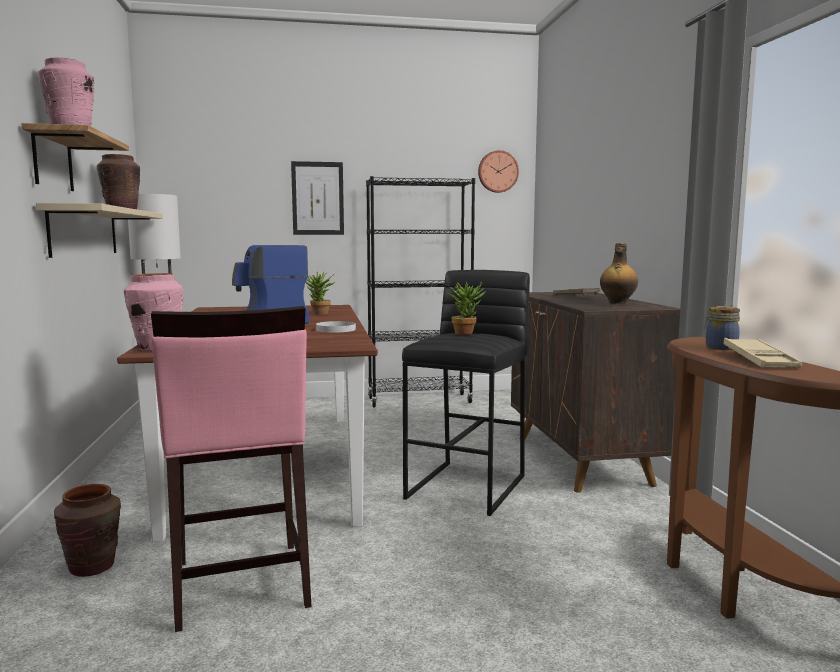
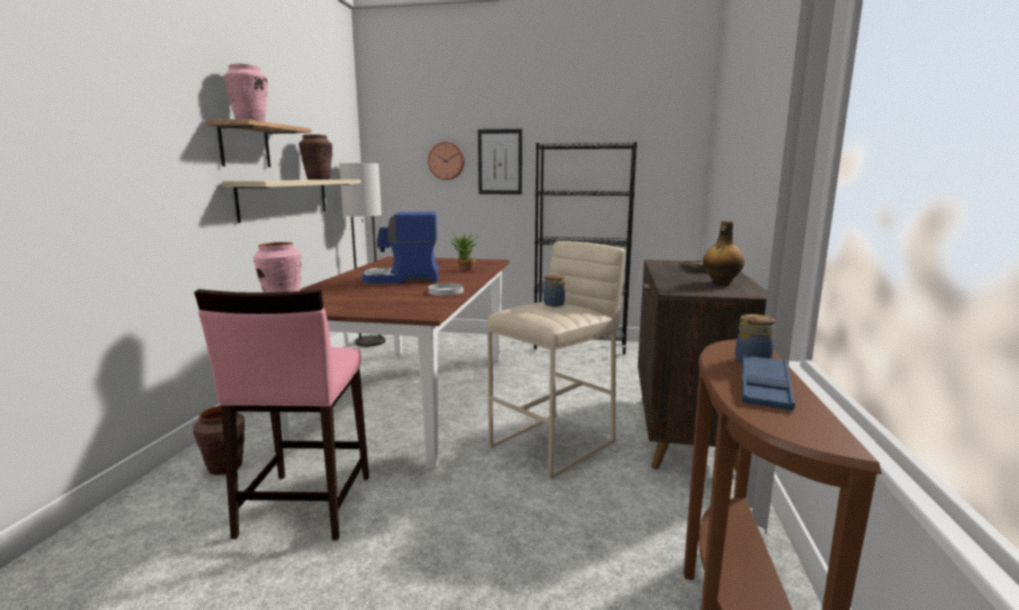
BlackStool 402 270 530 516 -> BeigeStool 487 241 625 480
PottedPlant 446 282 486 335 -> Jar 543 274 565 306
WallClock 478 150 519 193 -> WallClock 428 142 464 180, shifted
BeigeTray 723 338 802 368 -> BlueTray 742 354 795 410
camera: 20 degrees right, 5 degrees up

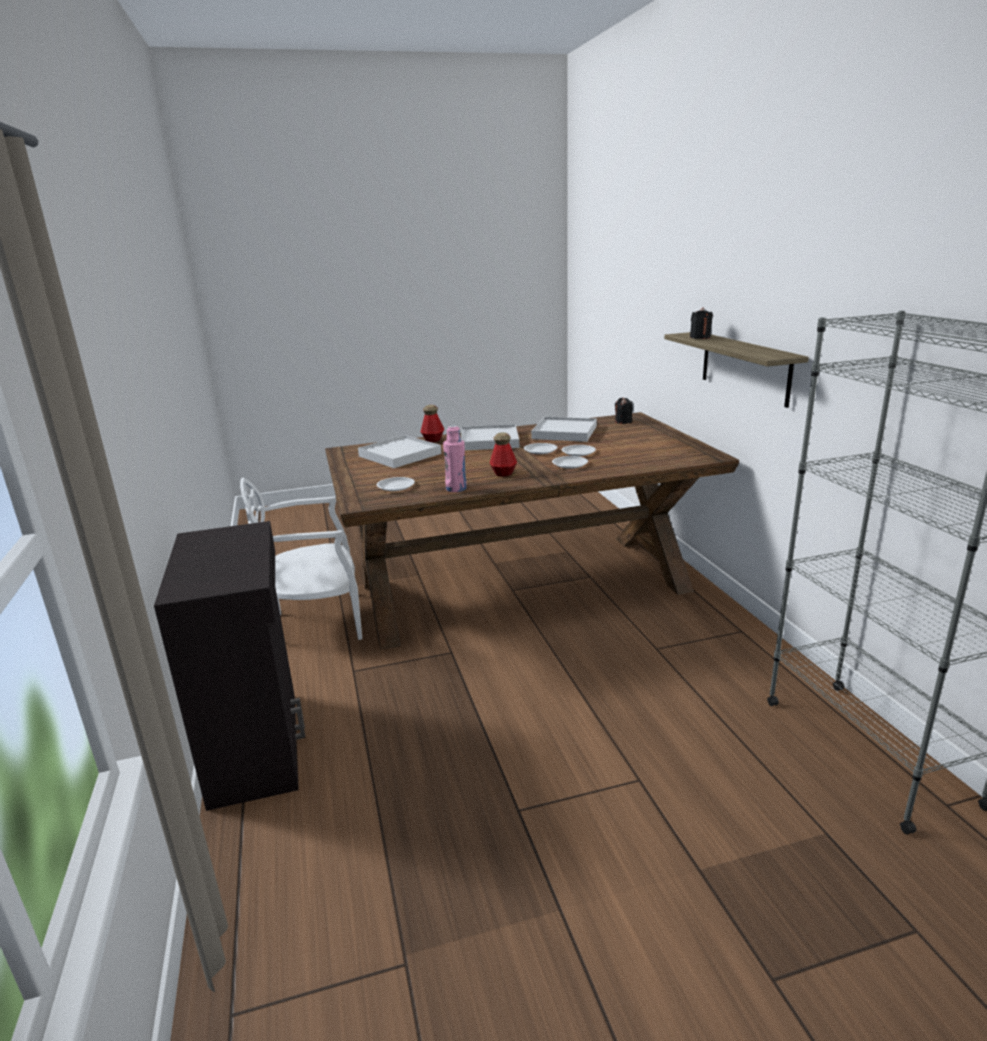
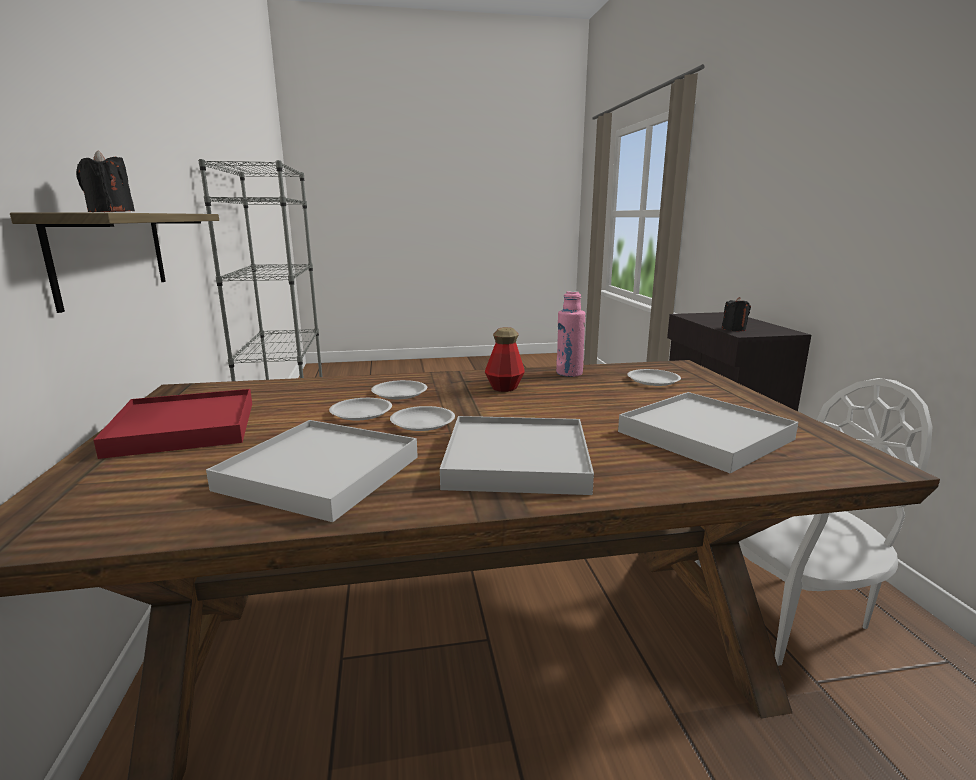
Bottle 420 405 444 443 -> none
BlackCandle 615 398 633 424 -> BlackCandle 722 297 751 331, shifted
none -> RedTray 94 389 252 459
camera: 175 degrees left, 5 degrees down

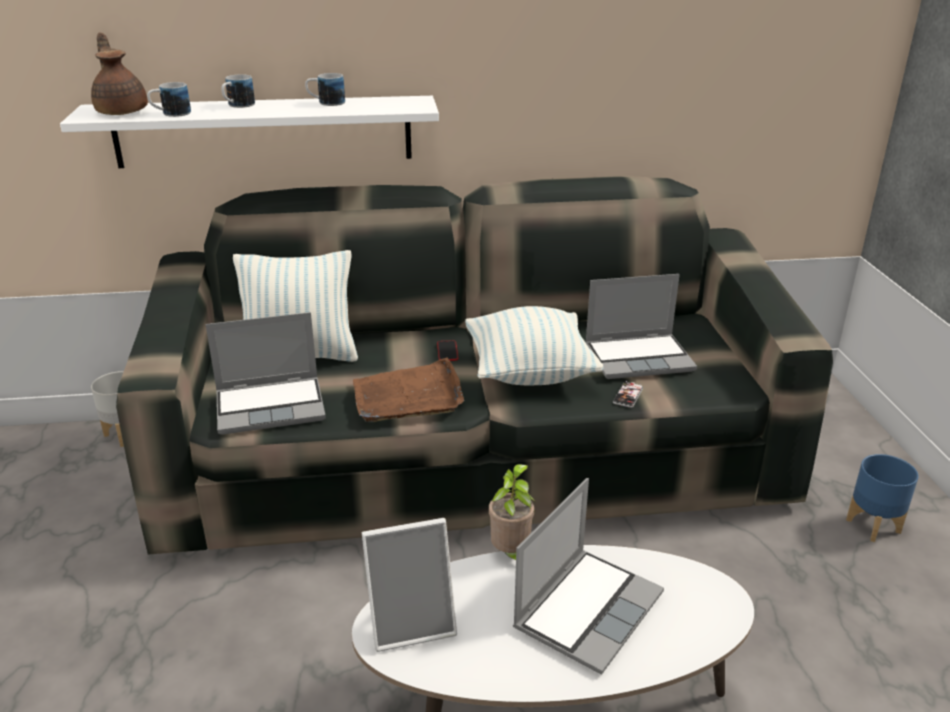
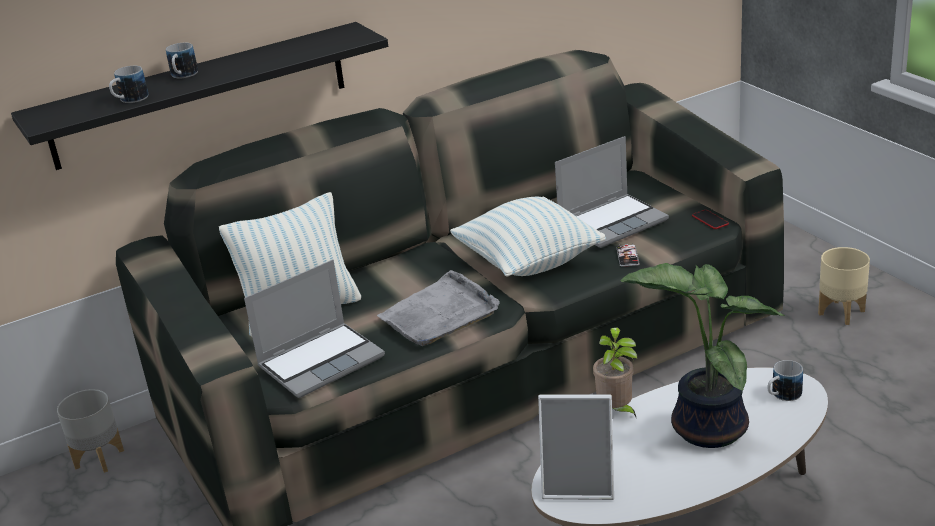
WhiteShelf 60 96 439 168 -> BlackShelf 11 22 388 170
BrownTeapot 91 33 148 115 -> none
Mug 305 73 345 106 -> Mug 768 360 803 401, shifted
BrownTray 353 358 464 422 -> GreyTray 377 270 500 346
PictureFrame 362 518 457 652 -> PictureFrame 538 394 614 500, 45 degrees clockwise
Phone 437 340 459 361 -> Phone 692 210 729 229, shifted
Laptop 513 478 664 675 -> PottedPlant 620 263 785 448
BluePlanter 846 454 919 542 -> BeigePlanter 818 247 870 325
camera: 20 degrees left, 0 degrees up

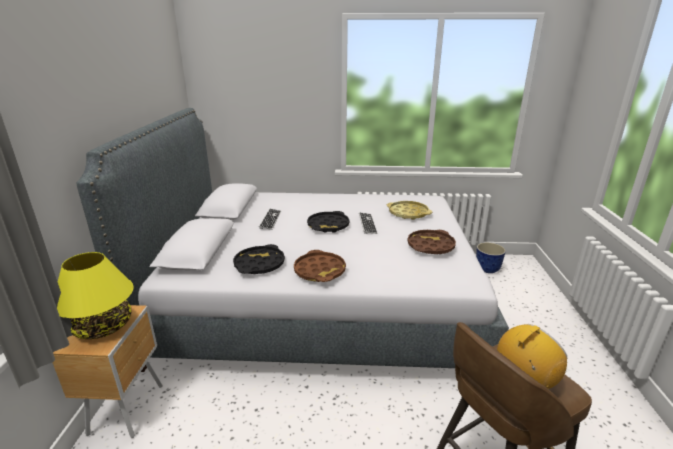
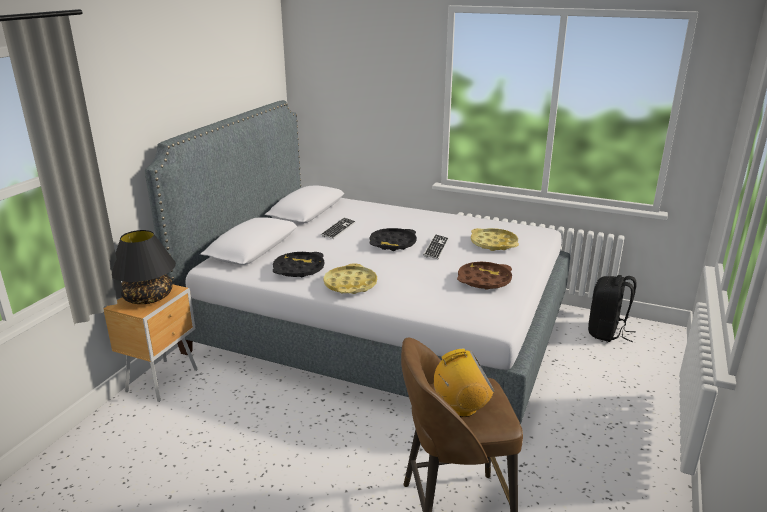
YellowTableLamp 57 252 134 339 -> BlackTableLamp 112 230 176 304
BrownTray 294 250 346 282 -> YellowTray 324 264 377 294
Planter 476 242 506 273 -> BlackBackpack 588 275 637 342
camera: 20 degrees right, 0 degrees up

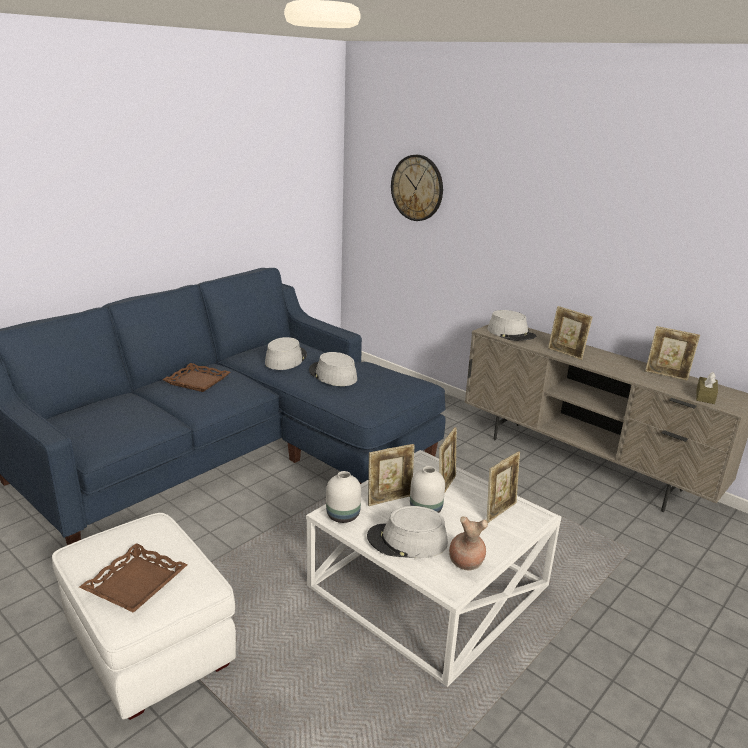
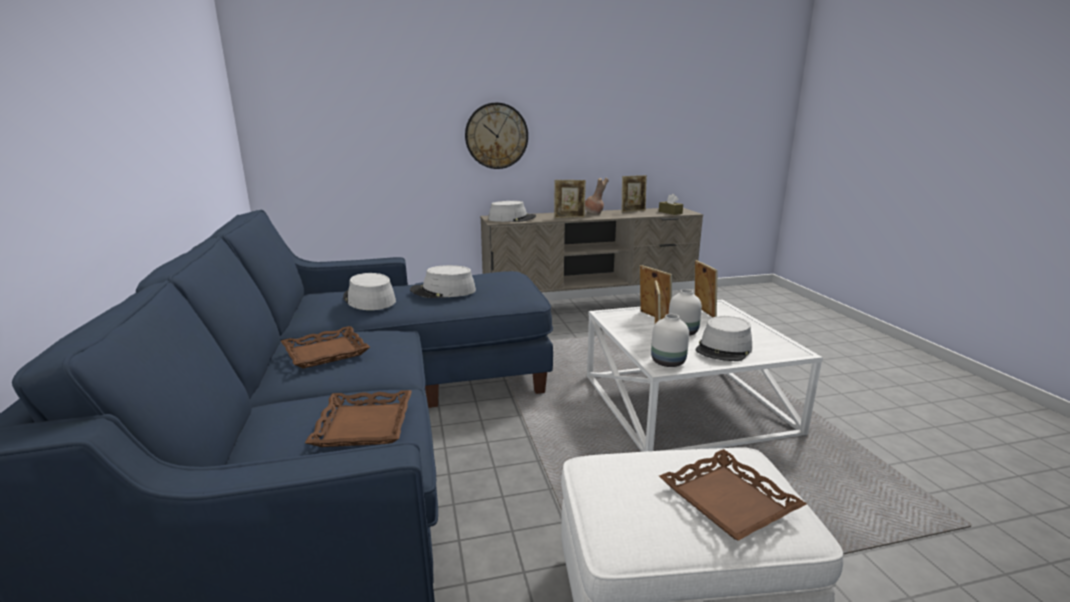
WallClock 391 155 443 221 -> WallClock 465 102 528 169, shifted
BrownVase 449 516 488 571 -> BrownVase 585 178 609 214, shifted
none -> BrownTray 305 390 412 447
camera: 55 degrees left, 5 degrees down

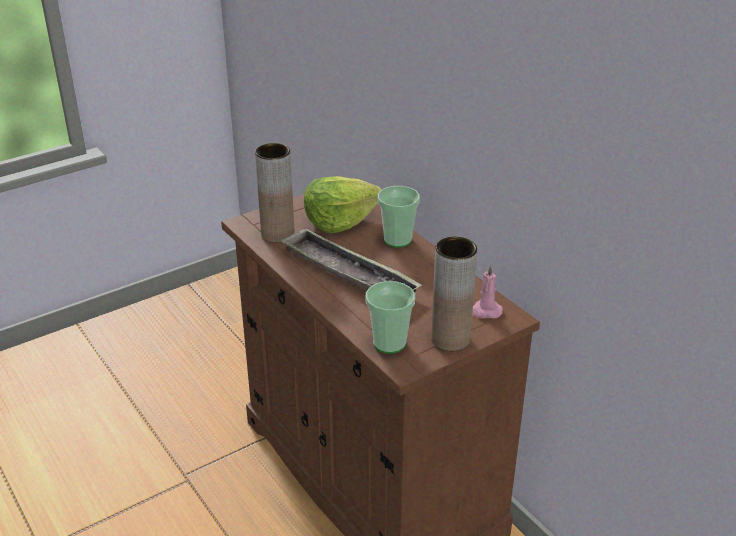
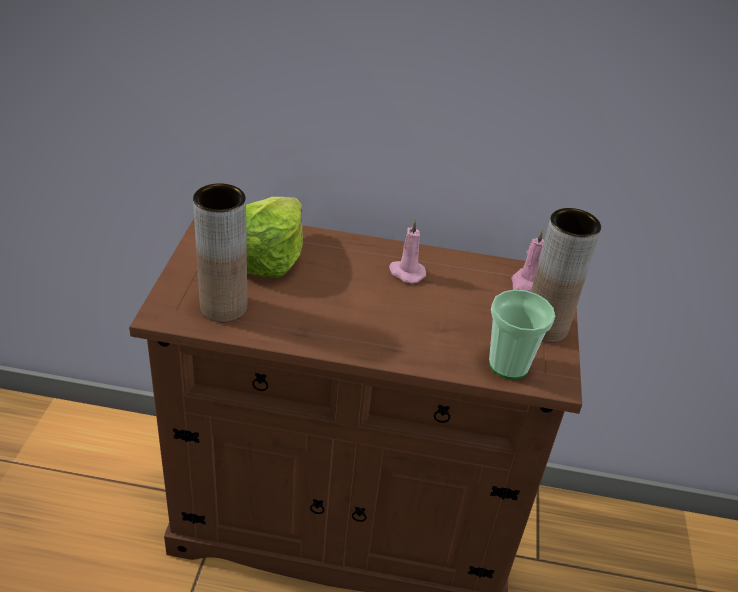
Tray 280 228 422 292 -> none
Cup 378 186 420 248 -> none
none -> PinkCandle 389 220 426 283
camera: 50 degrees left, 5 degrees up

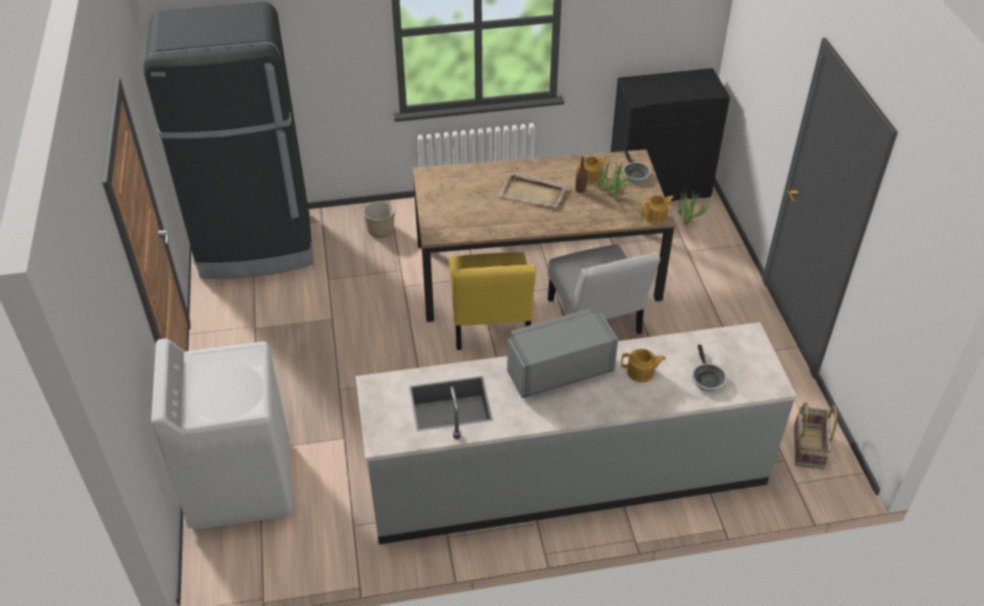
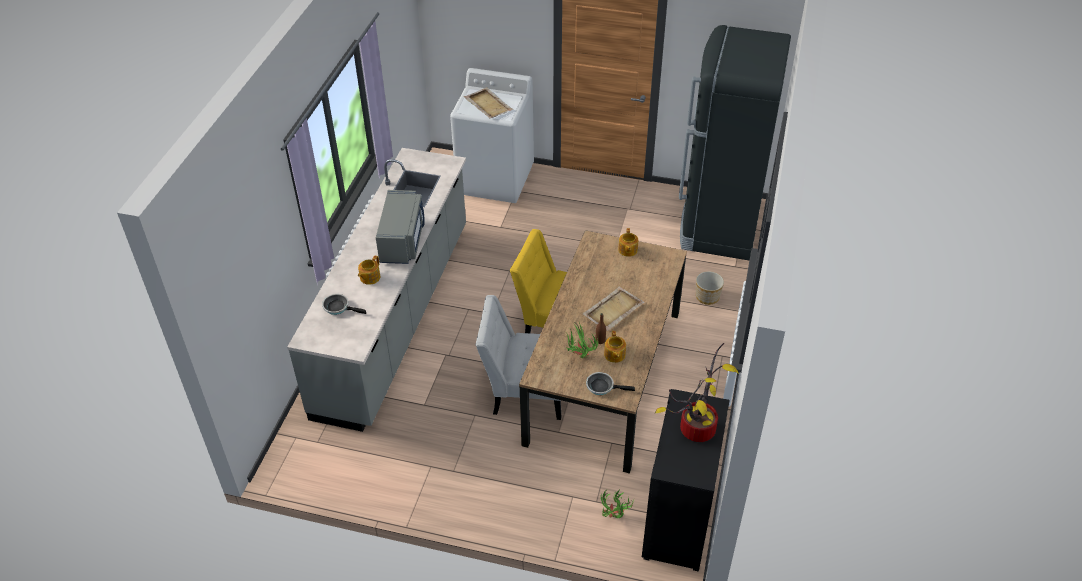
Teapot 641 195 674 224 -> Teapot 618 228 638 257, shifted
Basket 794 402 837 469 -> none
none -> BeigeTray 464 87 513 118
none -> PottedPlant 655 343 739 442
camera: 115 degrees right, 0 degrees up

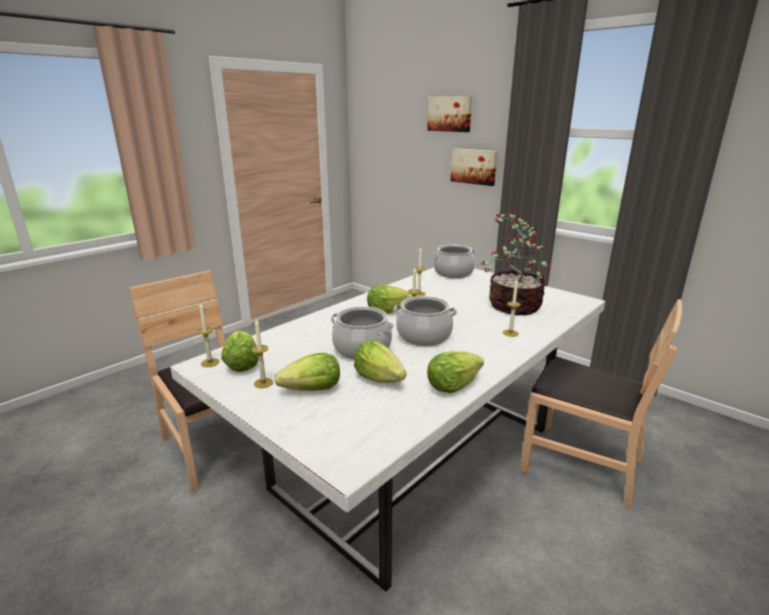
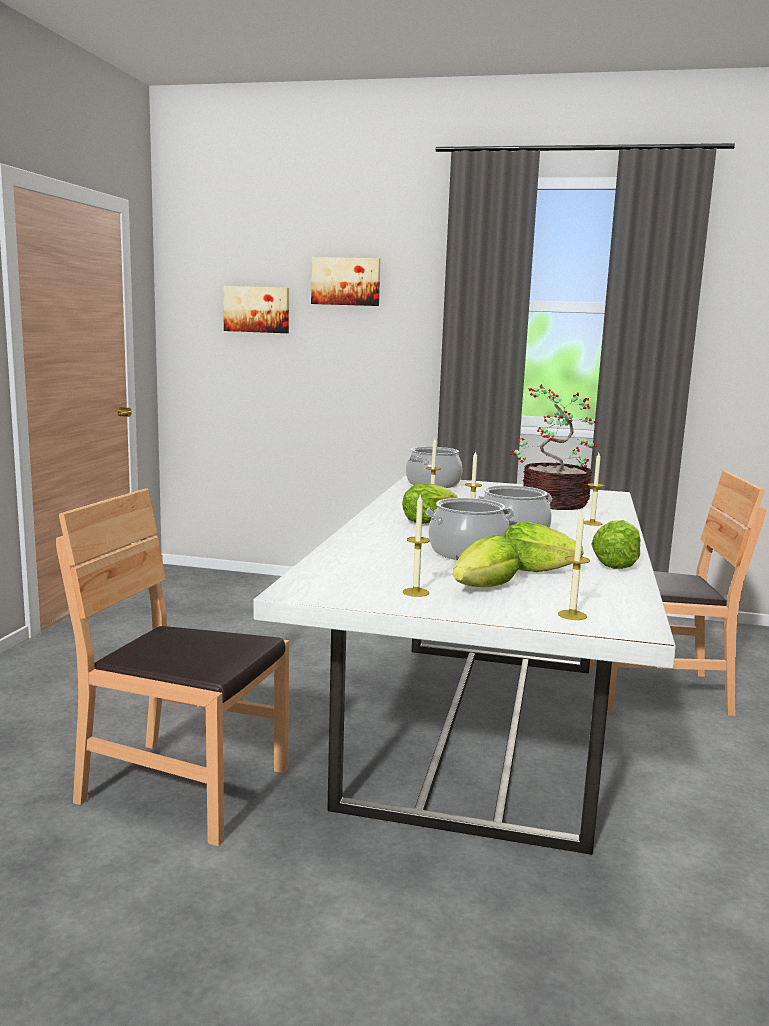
Candle 197 302 220 367 -> Candle 558 511 590 620, shifted
Lettuce 221 330 259 372 -> none
Picture 451 148 497 186 -> Picture 223 286 289 333, shifted
camera: 30 degrees left, 10 degrees down

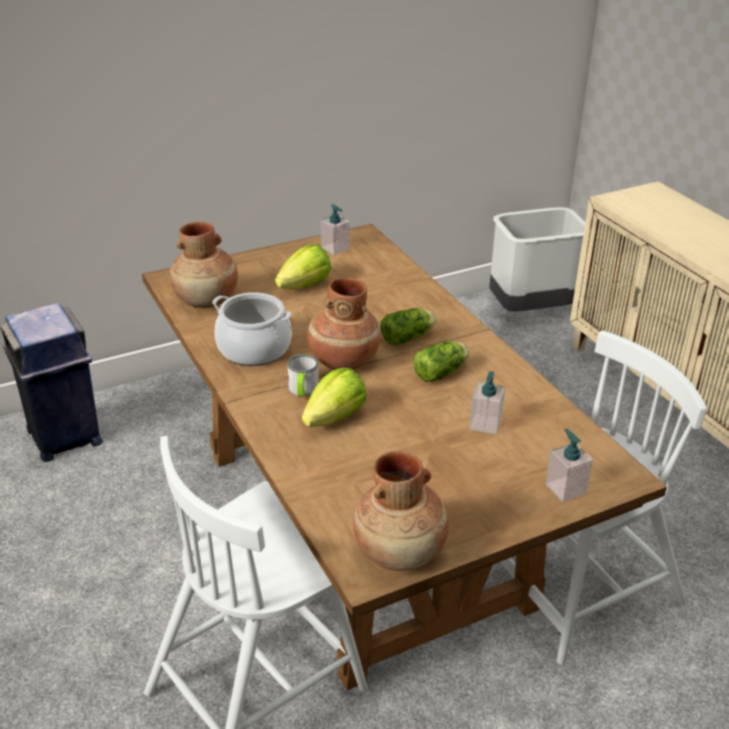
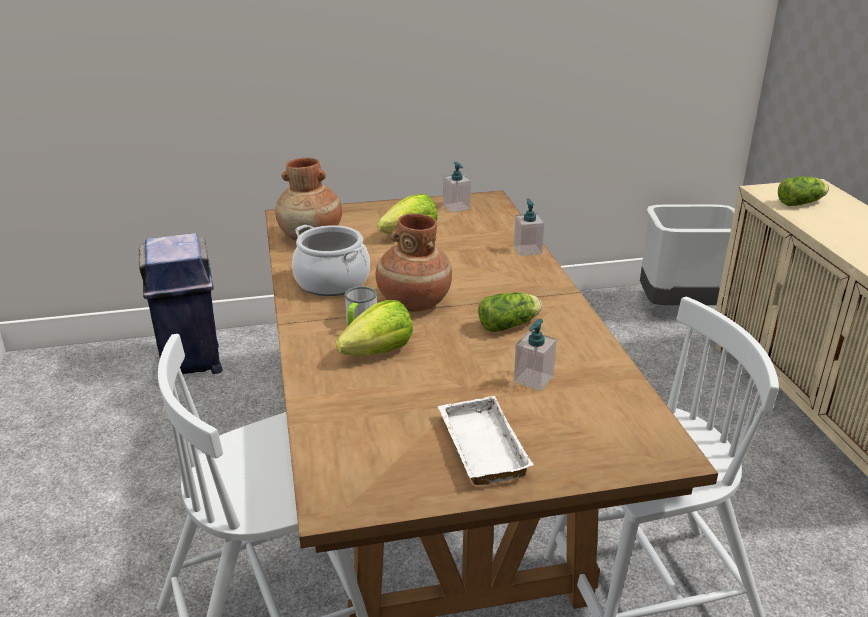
BrownVase 353 451 449 571 -> none
Lettuce 380 308 436 345 -> Lettuce 778 177 829 206, shifted
SoapDispenser 545 429 593 502 -> SoapDispenser 514 198 545 256, shifted
none -> WhiteTray 438 396 533 485
camera: 15 degrees right, 5 degrees down

